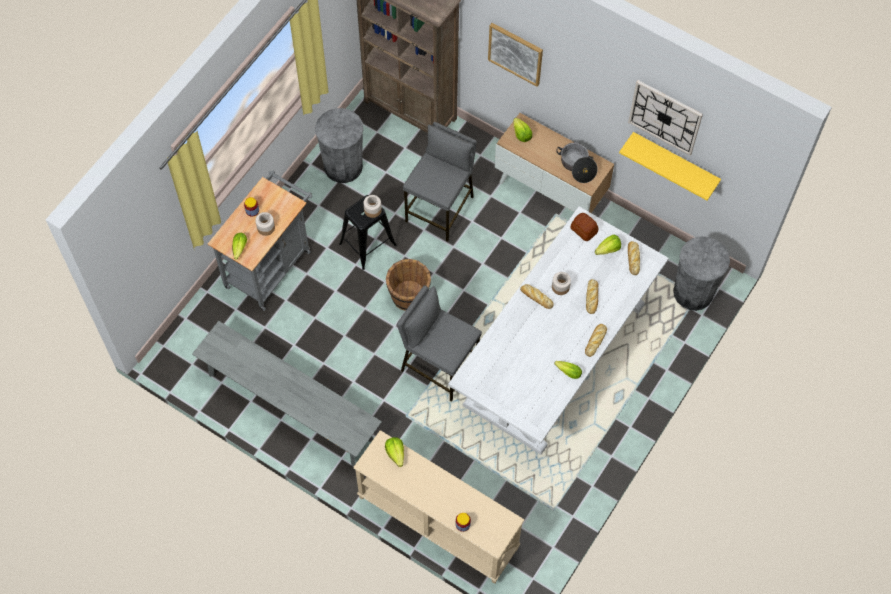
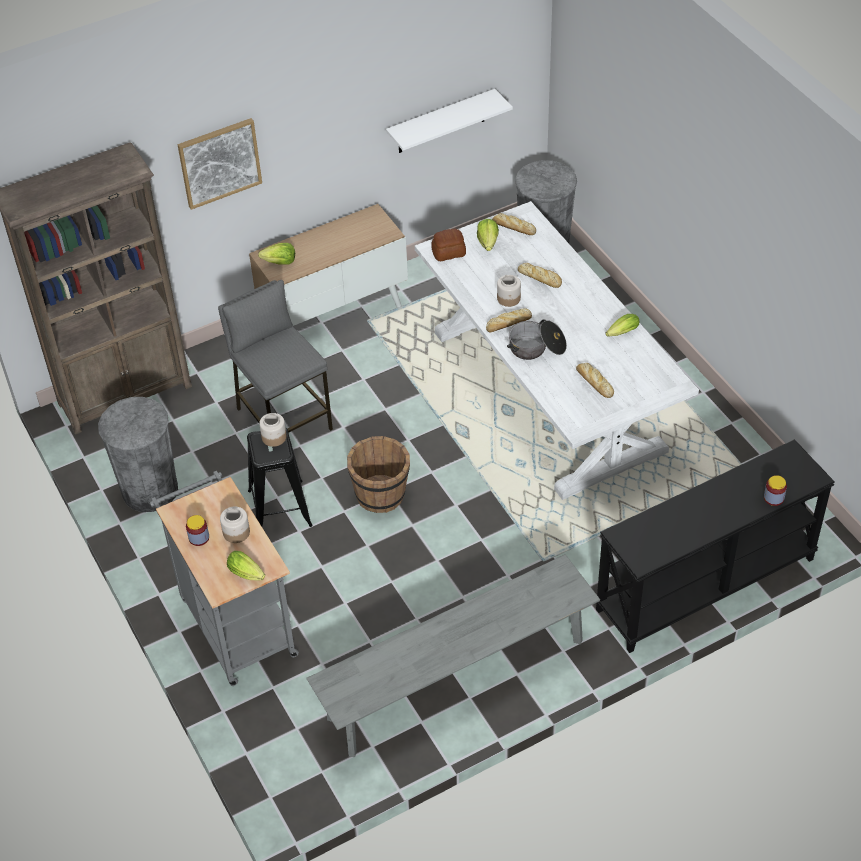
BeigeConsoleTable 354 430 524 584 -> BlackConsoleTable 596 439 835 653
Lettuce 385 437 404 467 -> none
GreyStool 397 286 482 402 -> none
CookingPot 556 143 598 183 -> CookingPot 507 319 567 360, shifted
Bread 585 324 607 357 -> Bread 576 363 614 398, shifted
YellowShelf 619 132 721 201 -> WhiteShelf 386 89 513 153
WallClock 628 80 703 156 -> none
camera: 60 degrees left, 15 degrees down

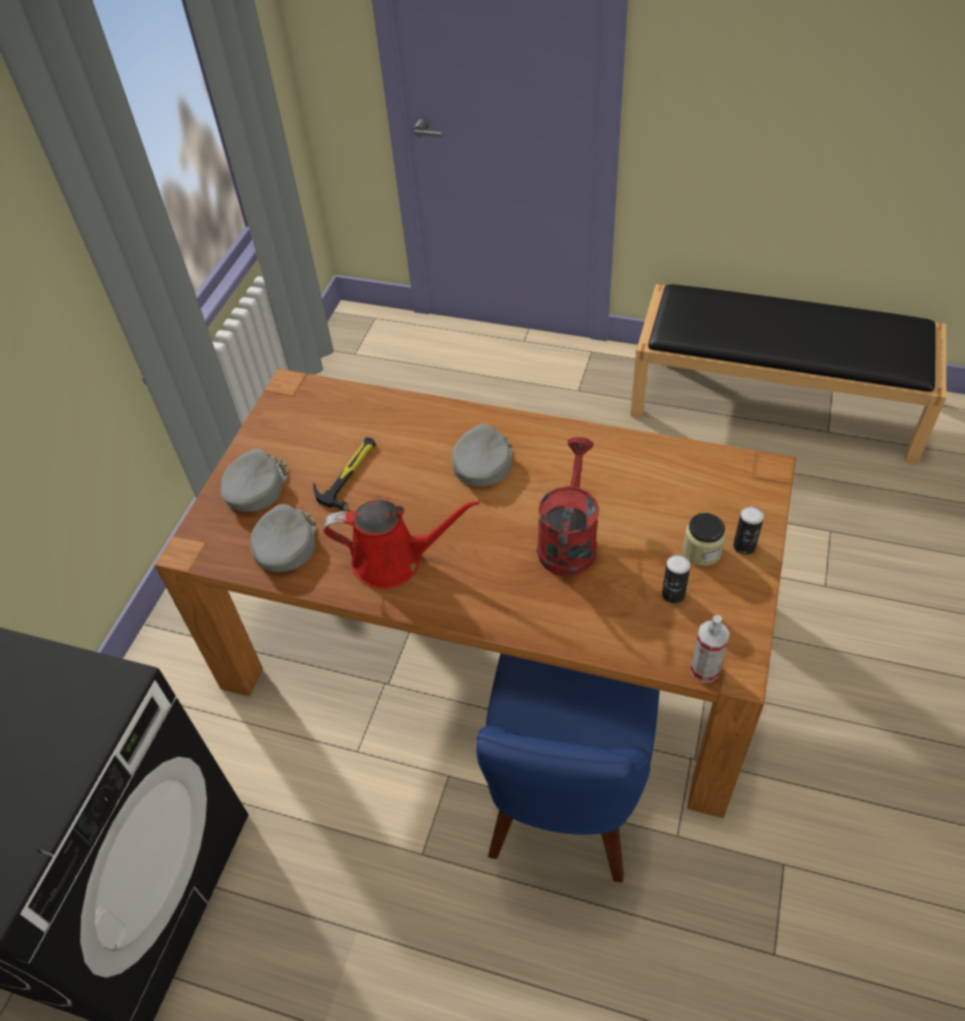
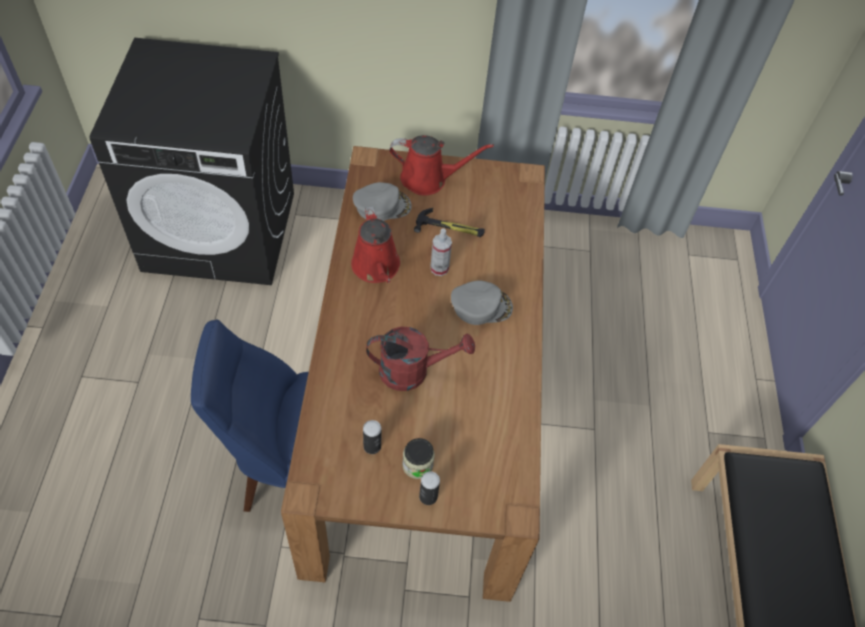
GreyCap 221 449 289 512 -> RedWateringCan 389 135 494 195
SprayBottle 690 615 729 682 -> SprayBottle 430 228 452 276, shifted
camera: 70 degrees right, 5 degrees up

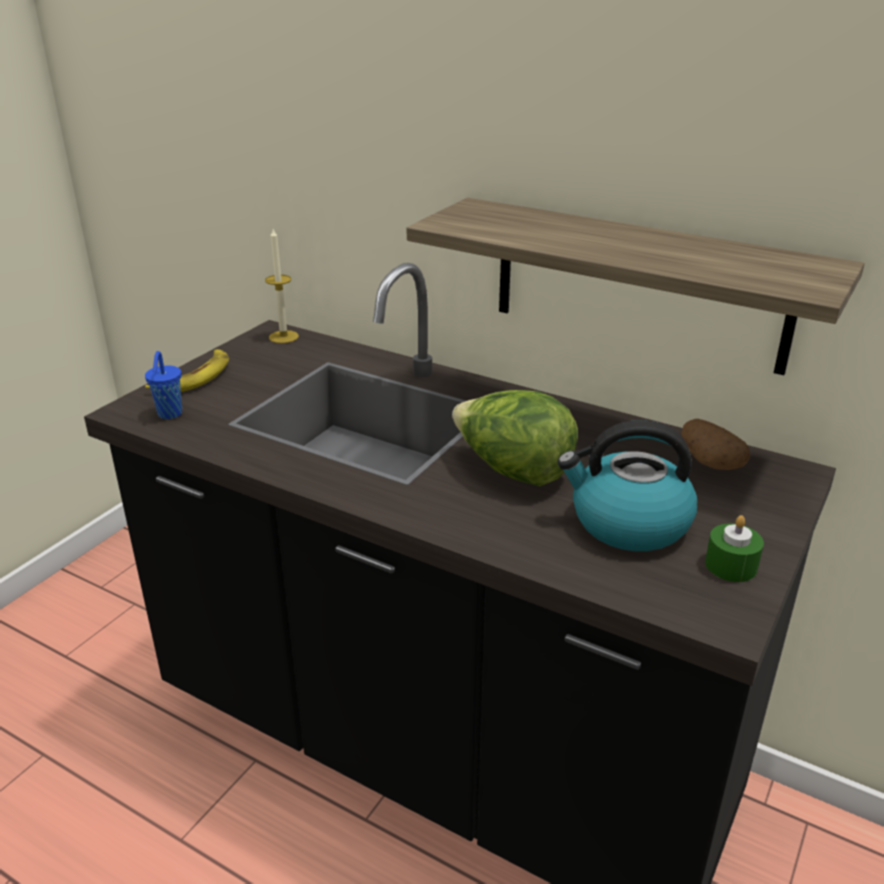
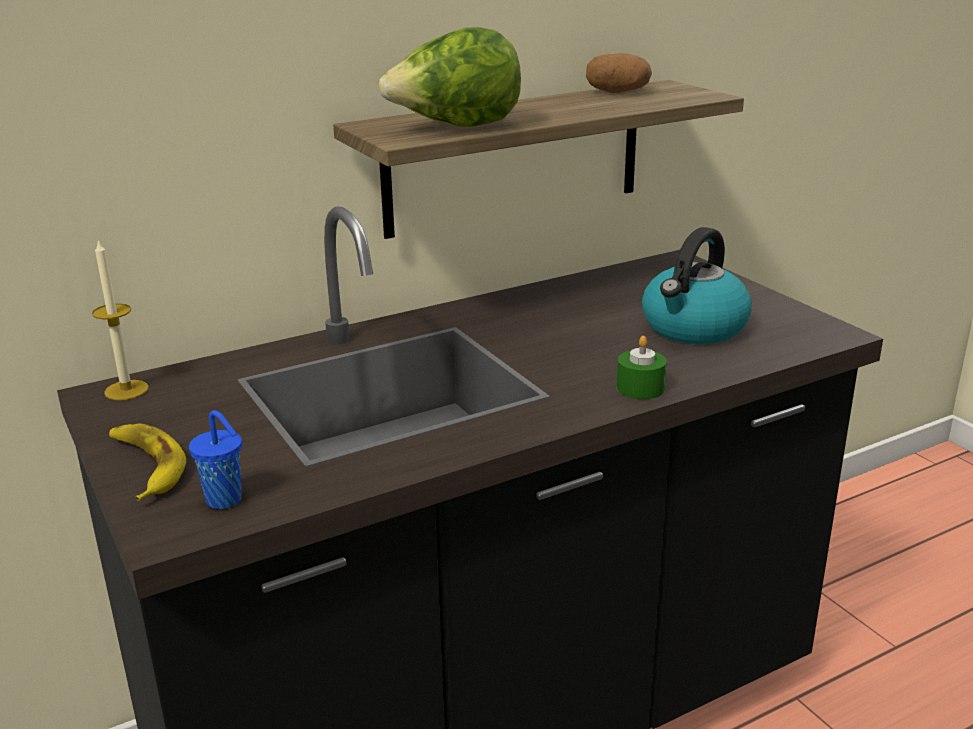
Lettuce 452 390 578 486 -> Lettuce 379 27 521 127, shifted
Potato 681 419 750 470 -> Potato 586 54 652 93, shifted
GreenCandle 705 515 764 582 -> GreenCandle 617 336 667 399, shifted
camera: 60 degrees left, 5 degrees down

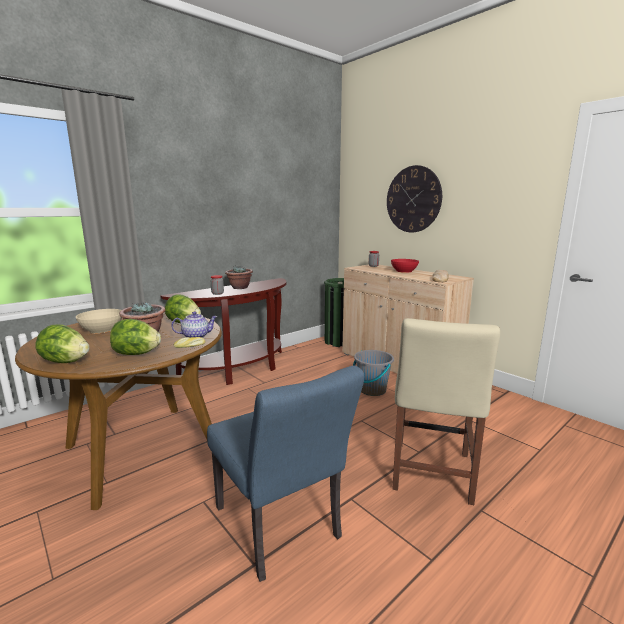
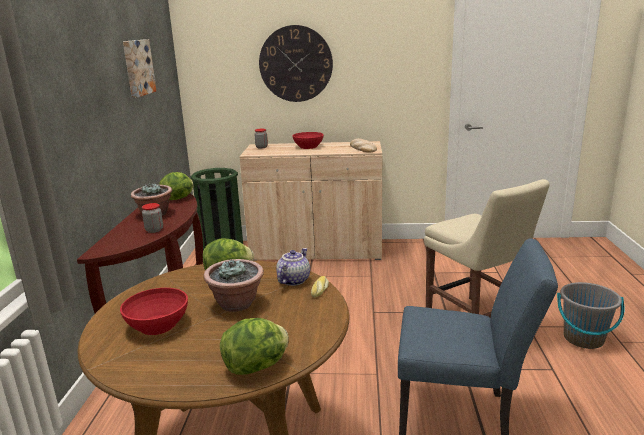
BeigeBowl 76 309 122 333 -> RedBowl 120 288 188 335
Lettuce 110 319 161 355 -> Lettuce 159 172 193 200, shifted
GreyBucket 353 350 394 396 -> GreyBucket 557 282 625 349, shifted
none -> Picture 123 39 156 98
camera: 45 degrees left, 5 degrees up

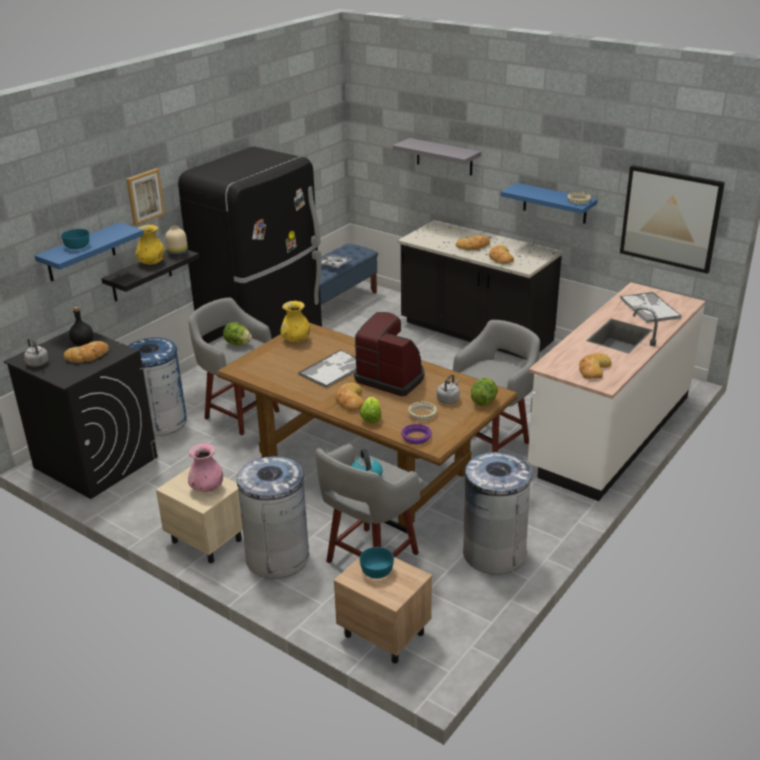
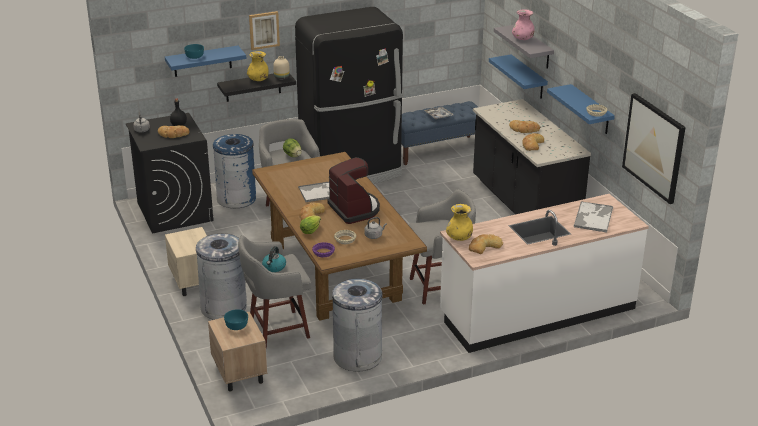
PinkVase 188 443 223 492 -> PinkVase 512 9 535 40, shifted
YellowVase 281 301 310 342 -> YellowVase 446 204 473 241, shifted
Lettuce 471 378 498 406 -> none
none -> BlueShelf 489 54 548 99
camera: 30 degrees right, 0 degrees up

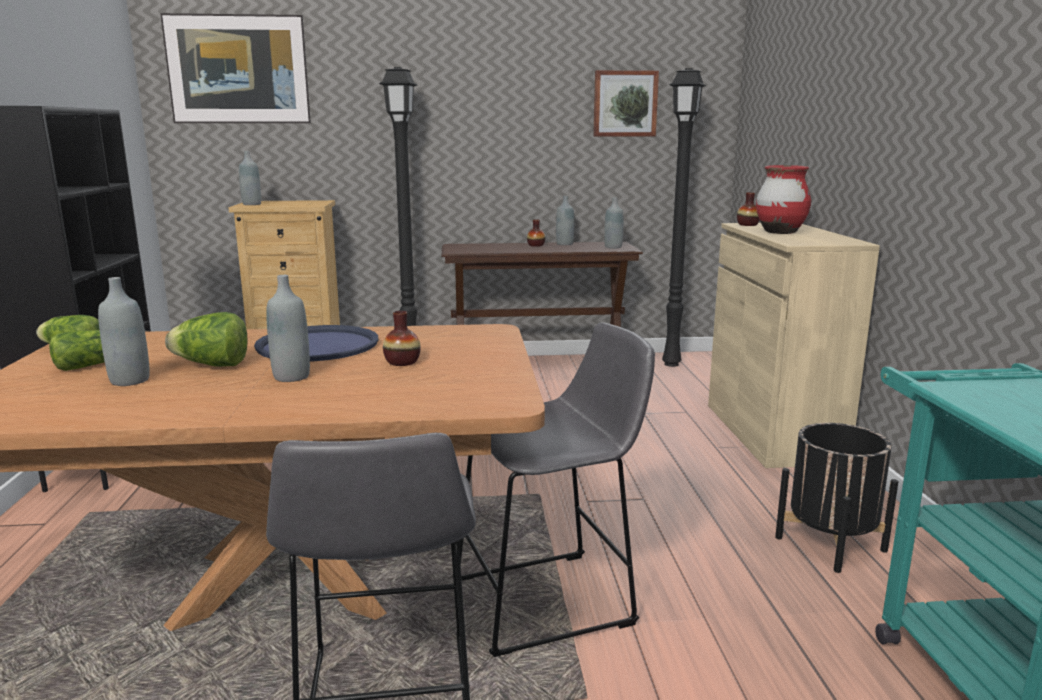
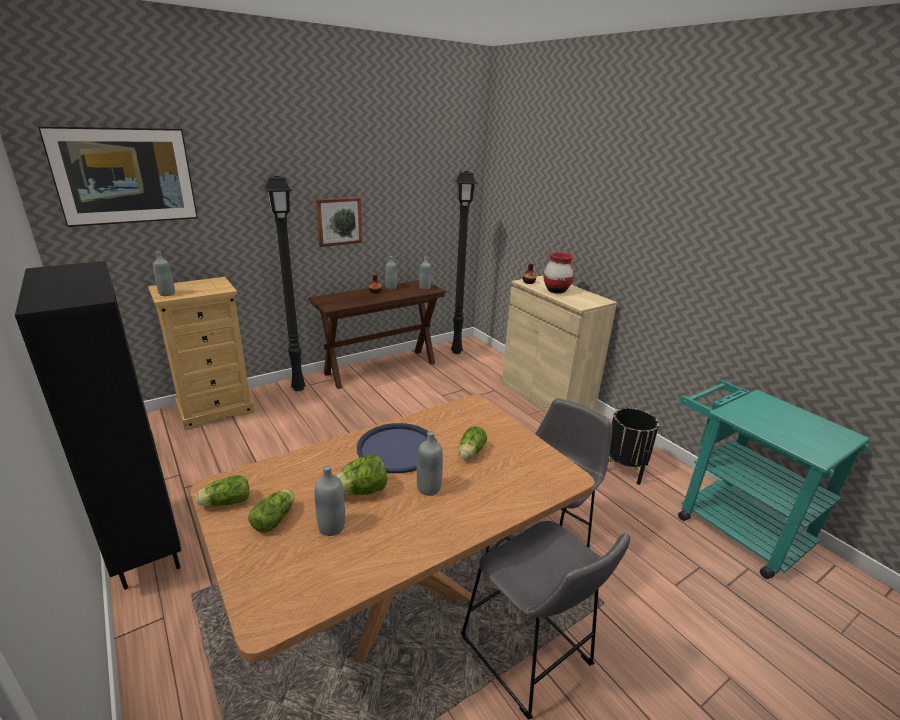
Vase 383 311 421 366 -> Lettuce 459 426 487 459
Picture 593 70 659 136 -> Picture 316 197 362 247, shifted
camera: 30 degrees left, 10 degrees up

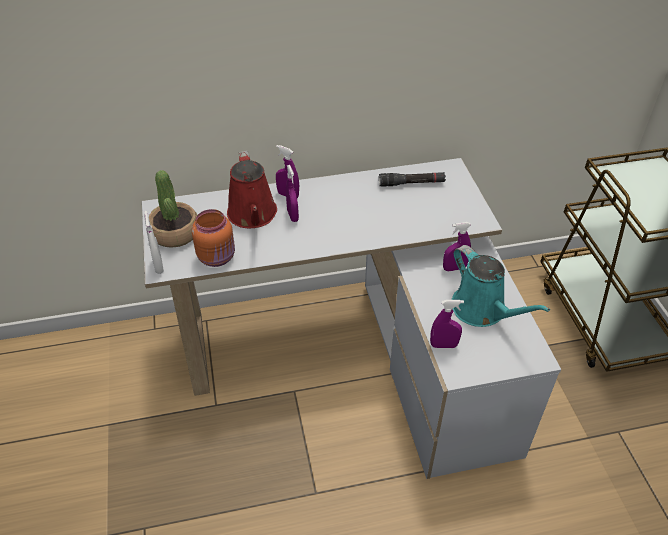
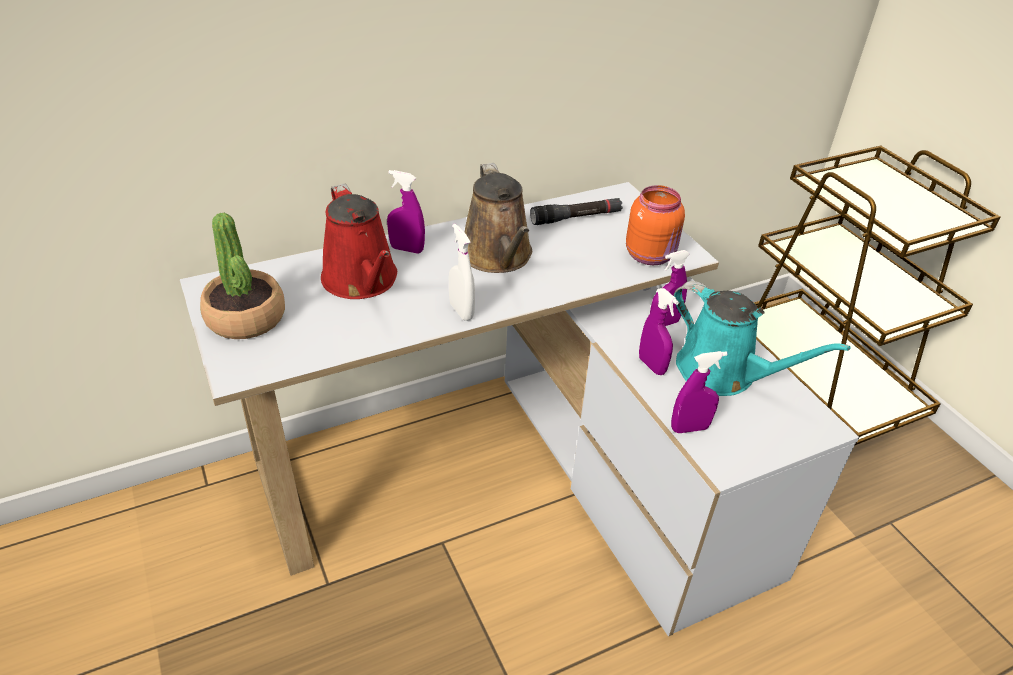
WhiteSprayBottle 144 211 164 274 -> WhiteSprayBottle 449 224 475 321, shifted
OrangeJar 192 209 235 267 -> OrangeJar 626 185 685 265, shifted
PurpleSprayBottle 286 165 299 222 -> PurpleSprayBottle 639 288 679 375, shifted
none -> BrownWateringCan 464 163 532 273
camera: 15 degrees left, 5 degrees down

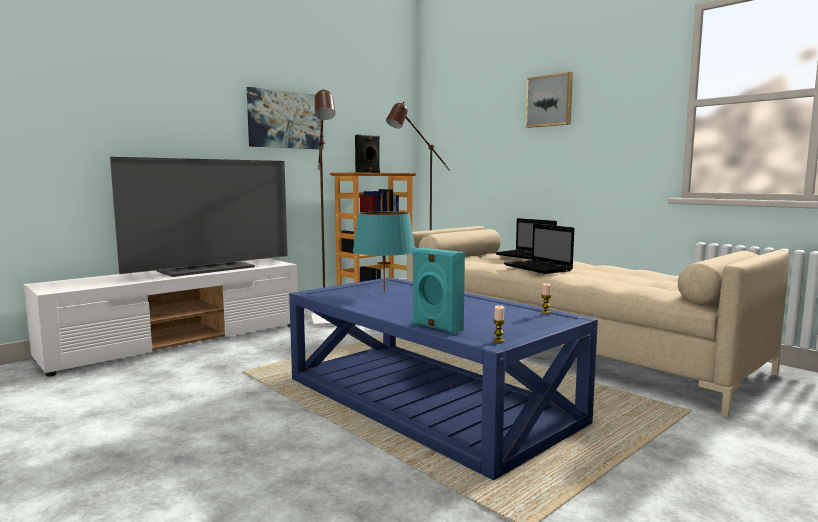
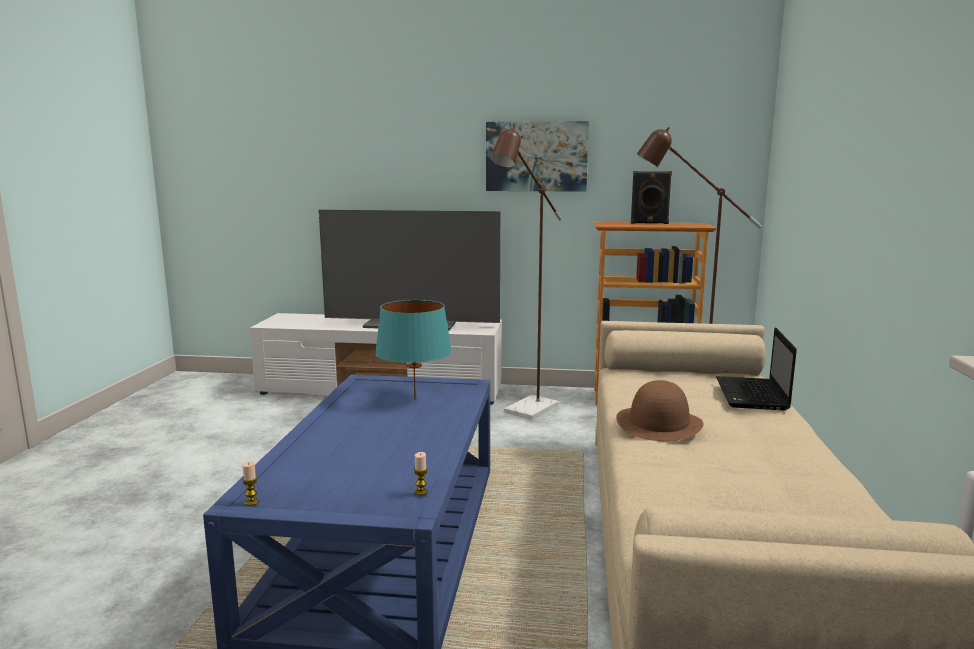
TurquoiseSpeaker 412 247 465 334 -> none
Laptop 504 224 574 274 -> BrownHat 616 380 704 442
Picture 525 72 573 128 -> none
camera: 50 degrees right, 5 degrees up

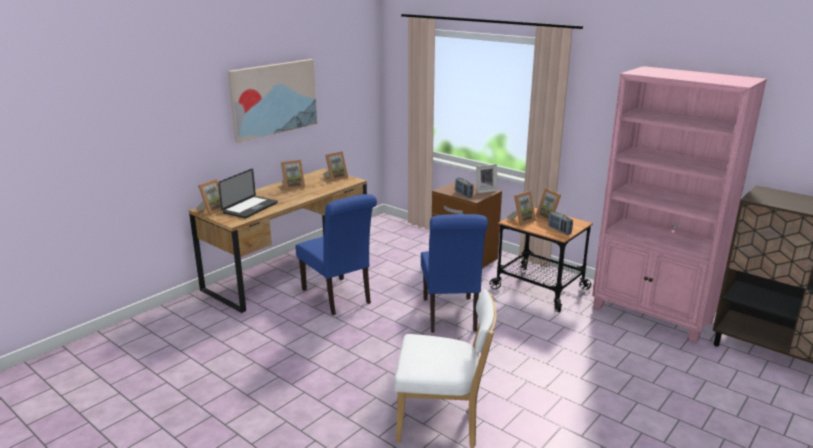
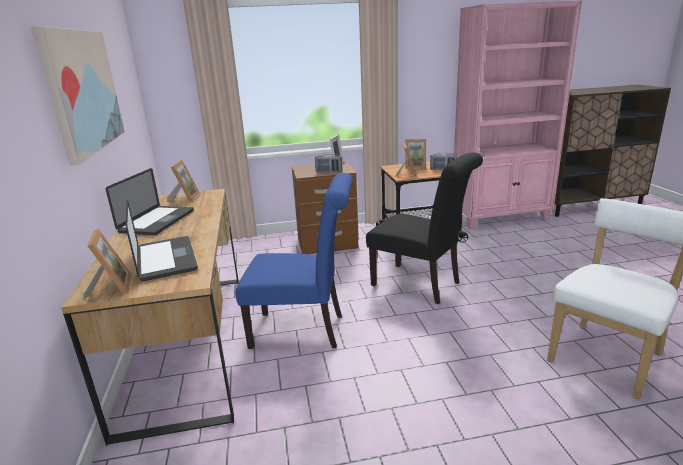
PictureFrame 281 160 305 191 -> Laptop 106 168 194 235
BlueChair 421 214 488 333 -> BlackChair 366 152 483 304
camera: 50 degrees left, 0 degrees up

